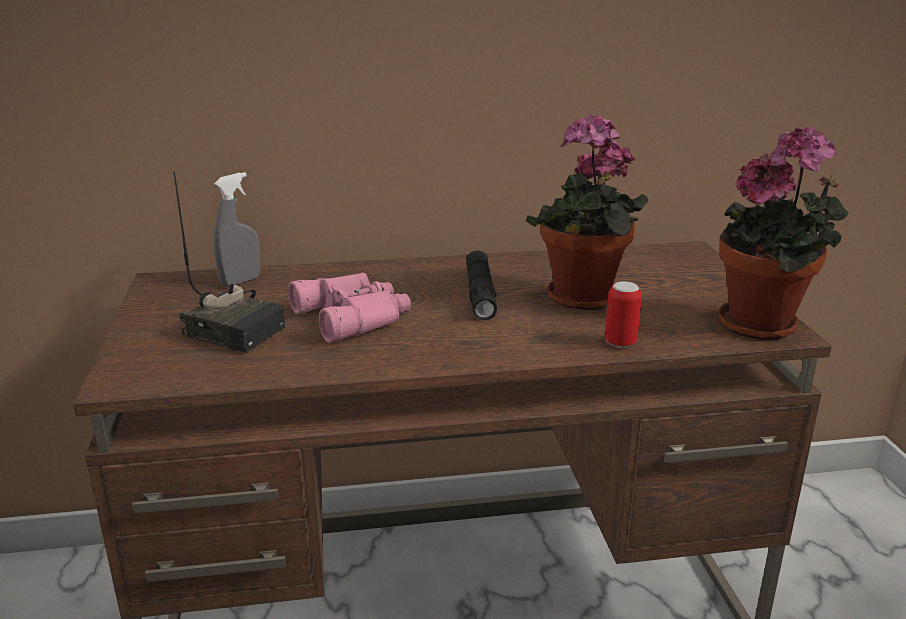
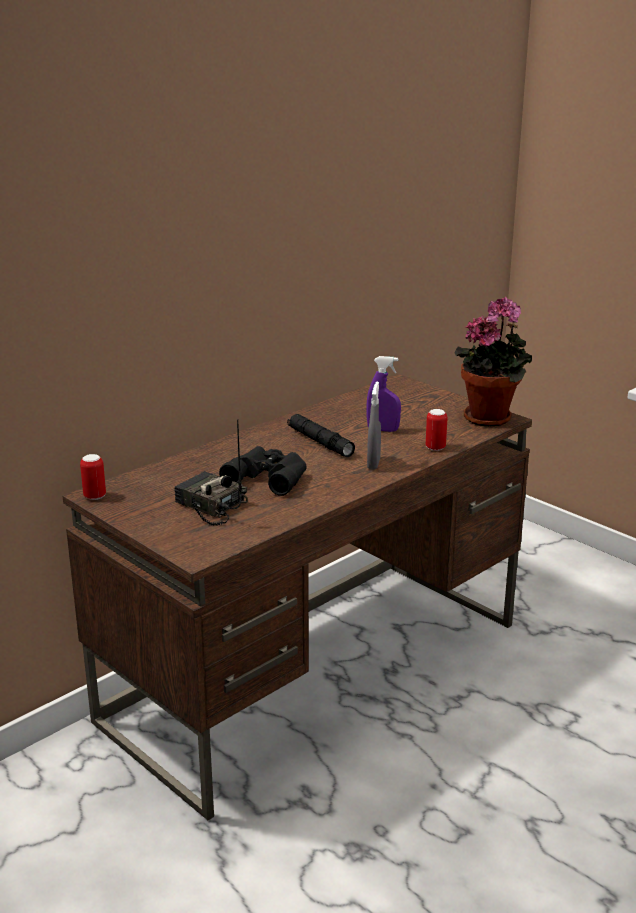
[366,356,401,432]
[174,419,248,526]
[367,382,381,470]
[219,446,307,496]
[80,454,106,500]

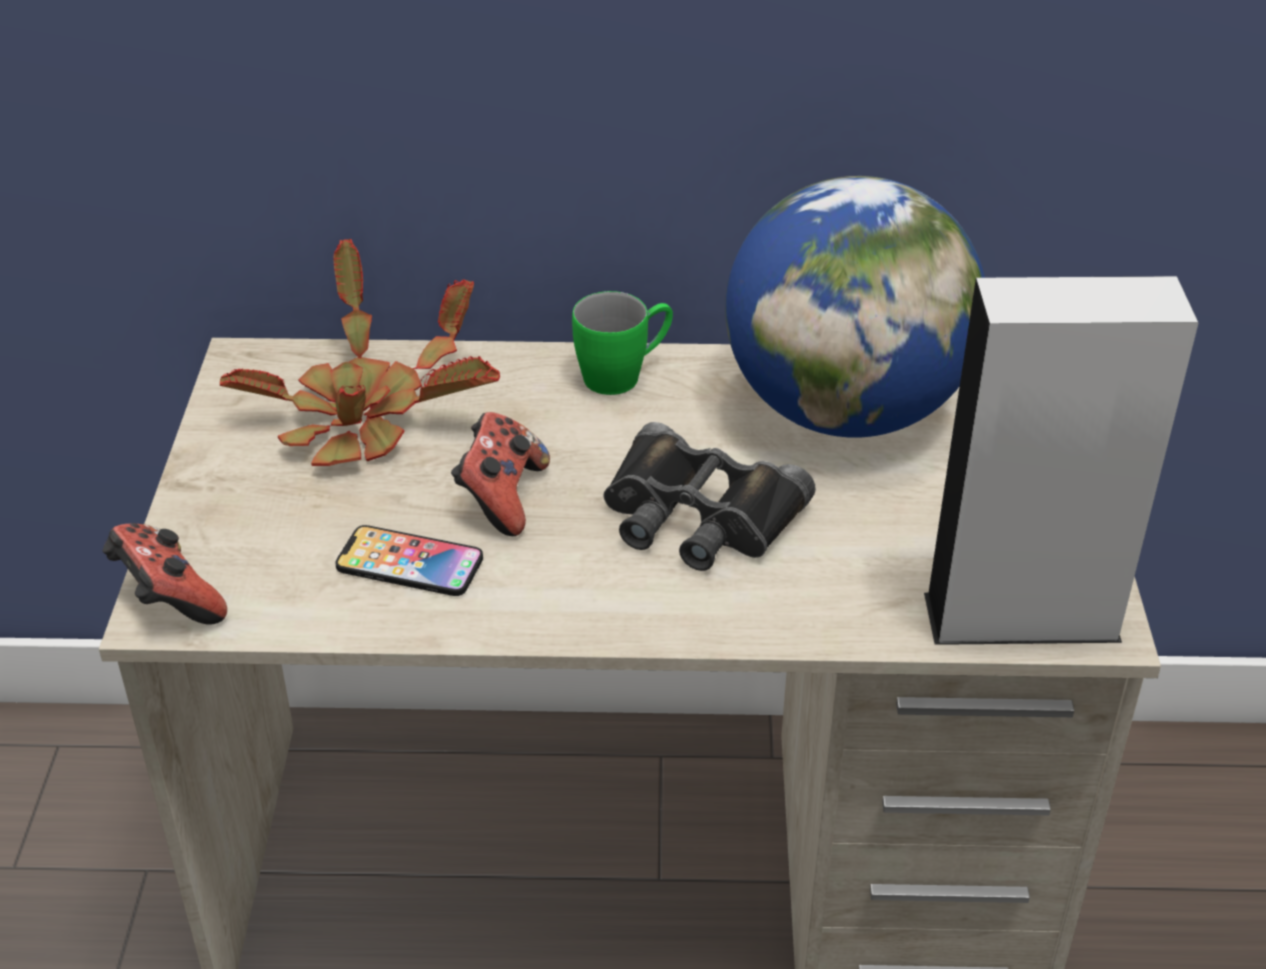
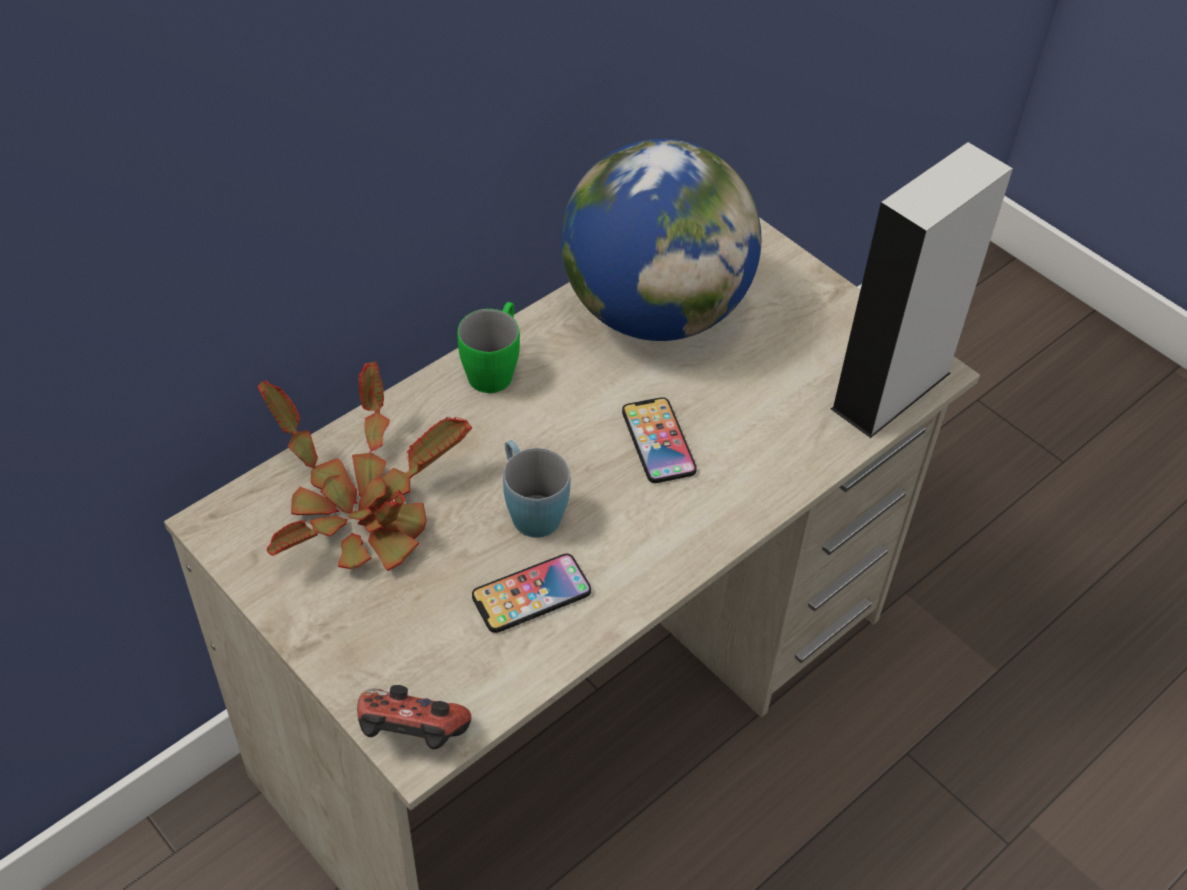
[503,440,571,538]
[622,397,697,483]

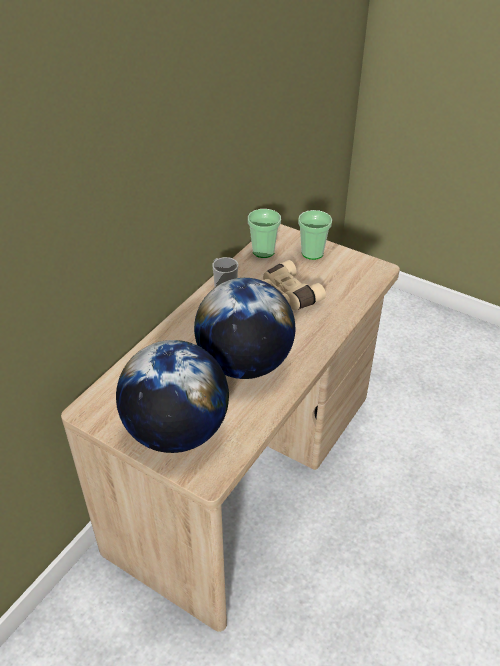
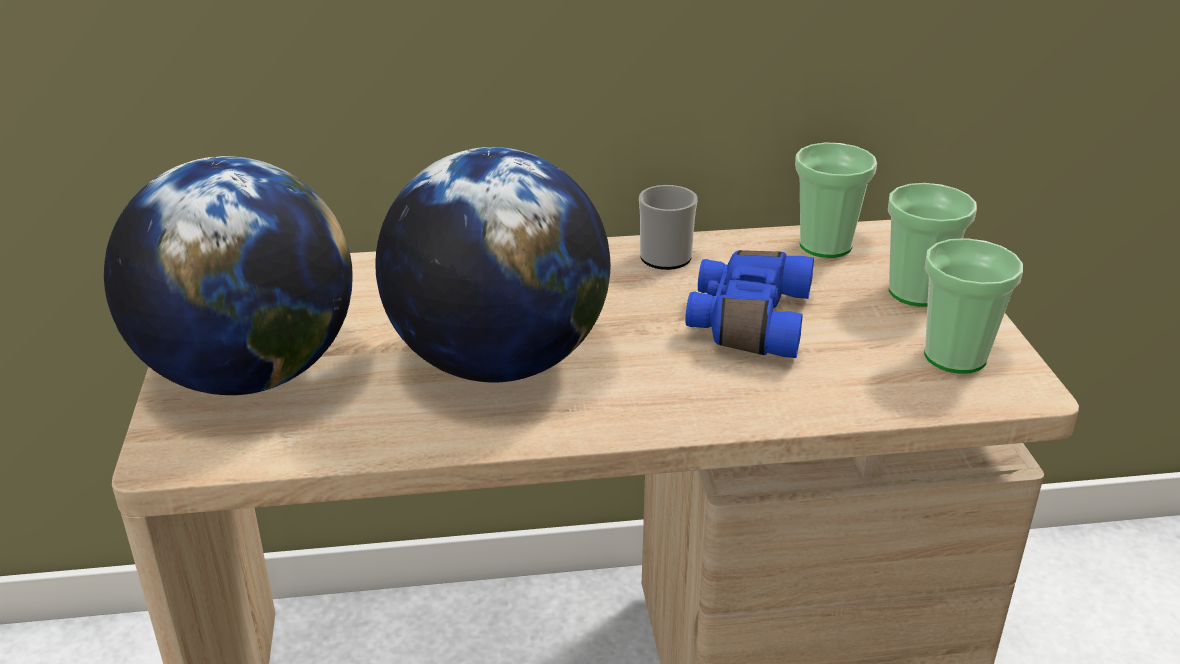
[685,250,814,358]
[924,238,1023,374]

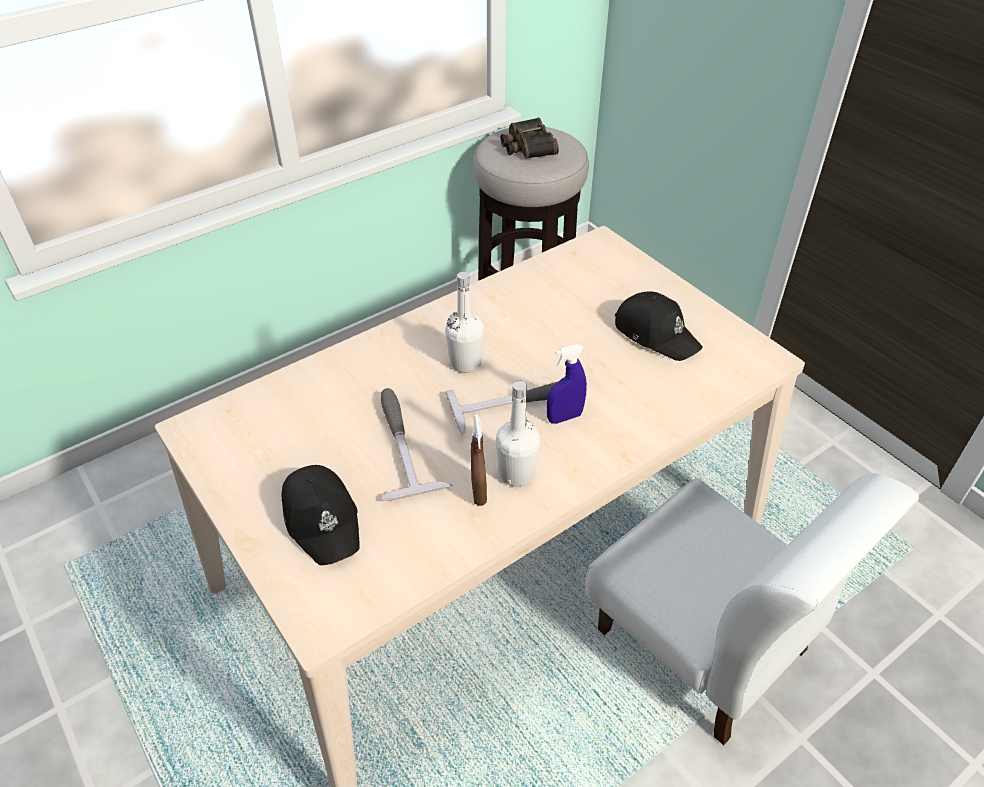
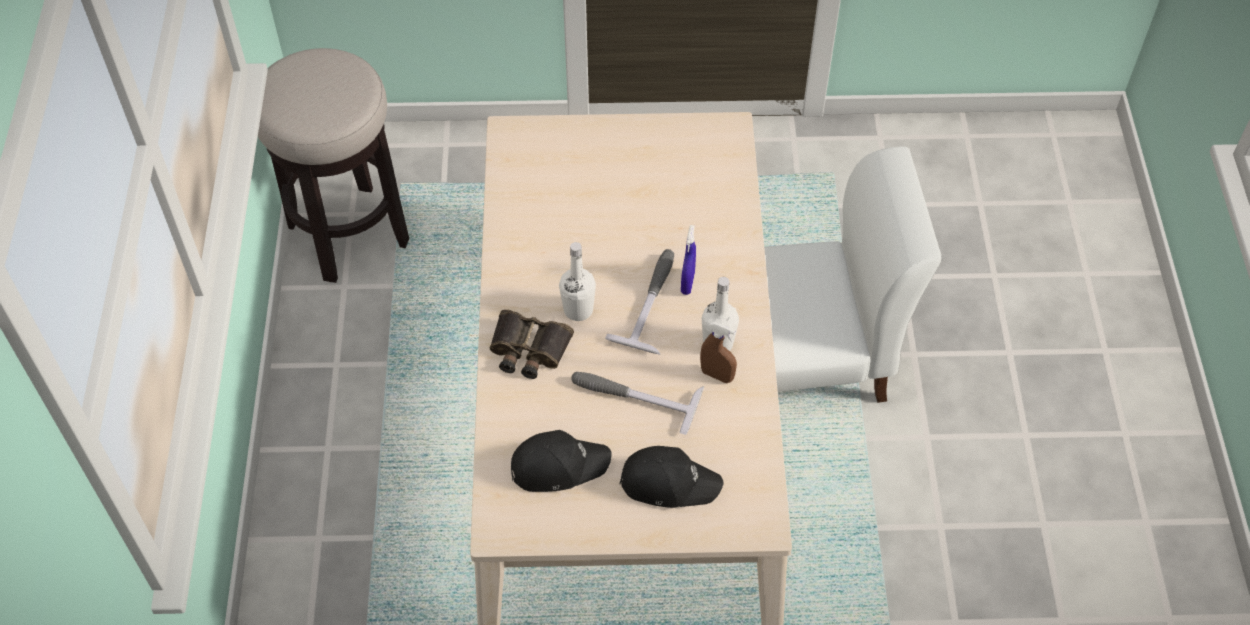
[490,309,574,379]
[511,430,611,492]

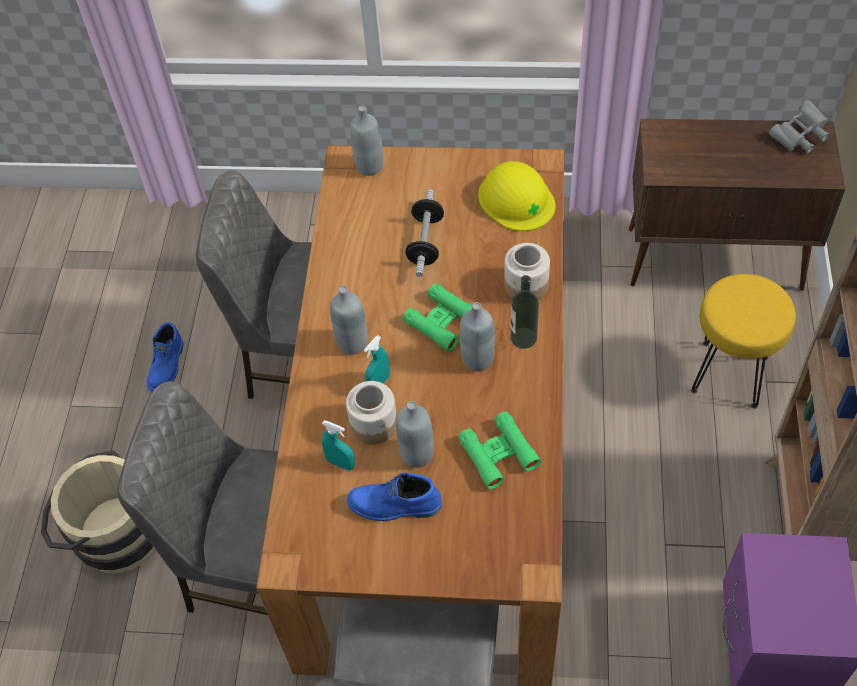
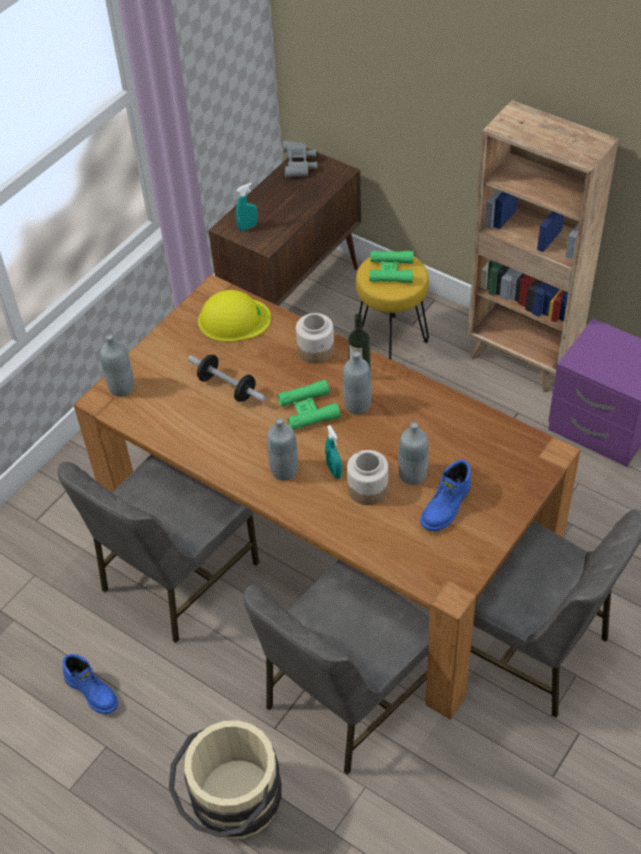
[369,251,413,283]
[236,183,258,231]

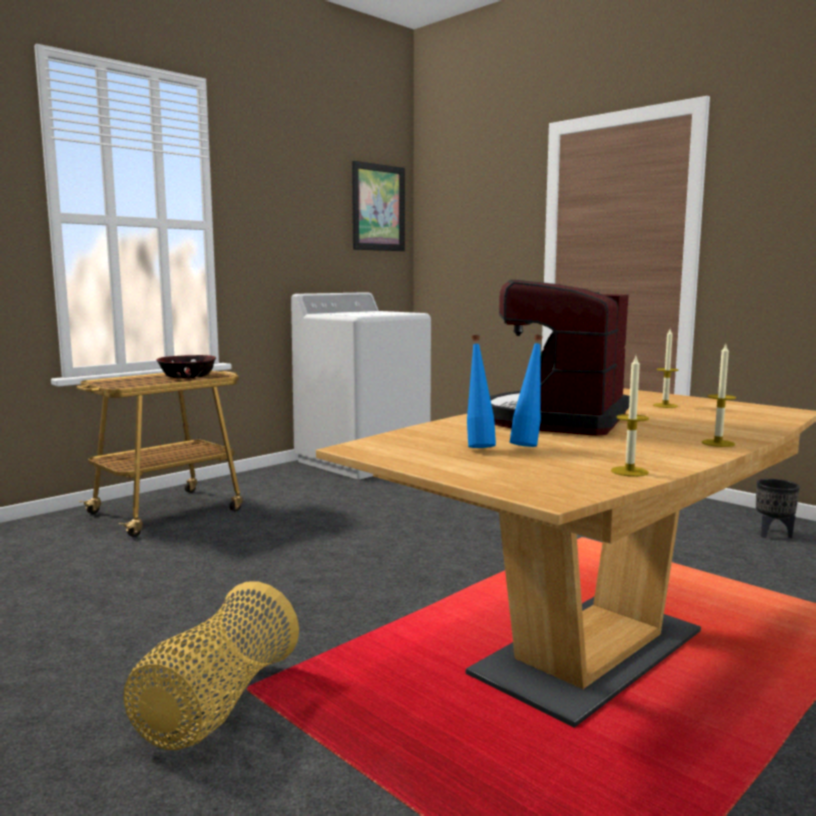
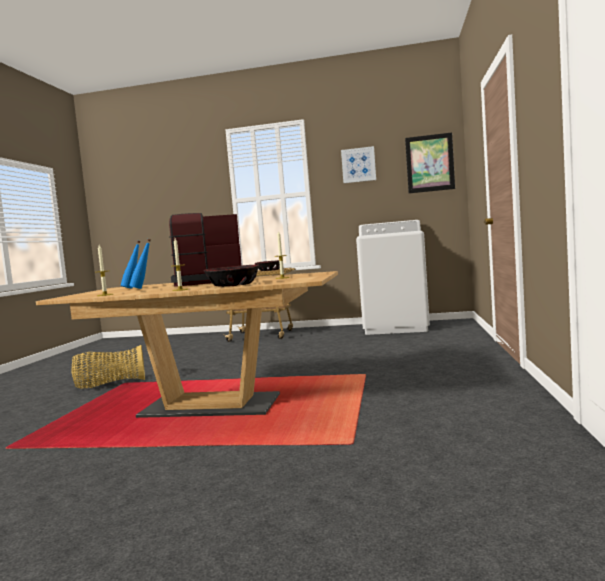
[756,479,800,538] (first image)
[341,146,376,183]
[204,264,259,287]

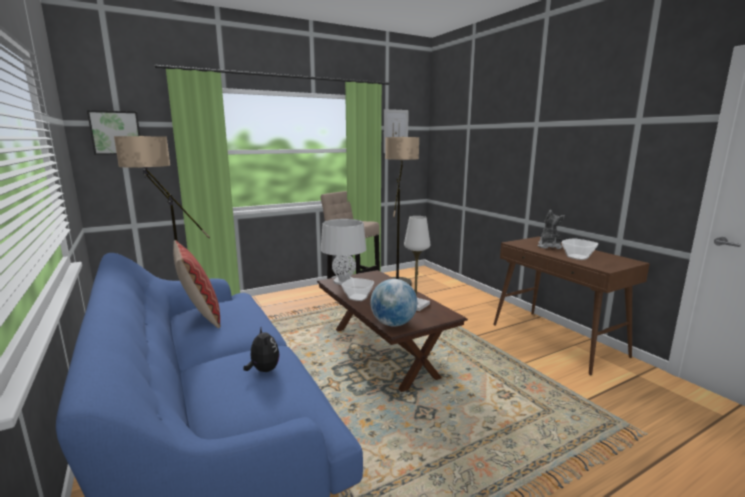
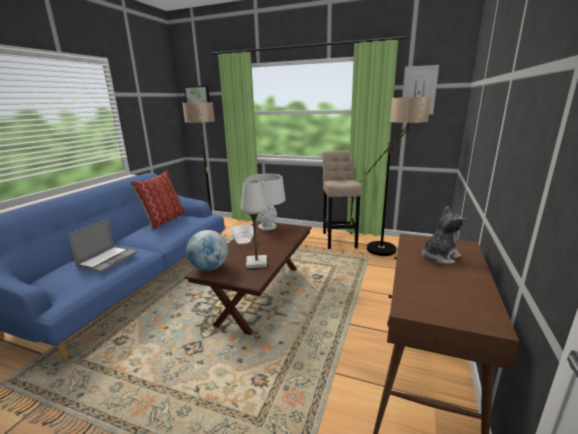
[561,238,598,260] (first image)
[67,218,137,273]

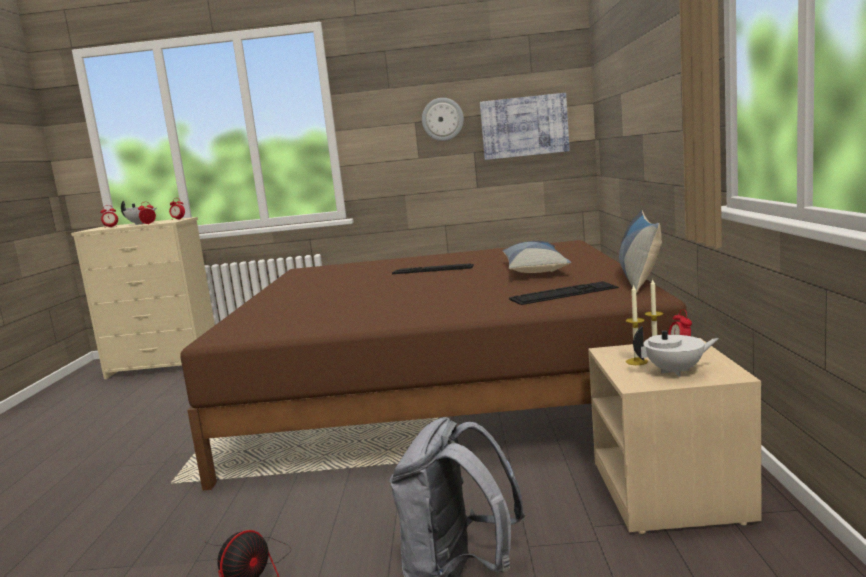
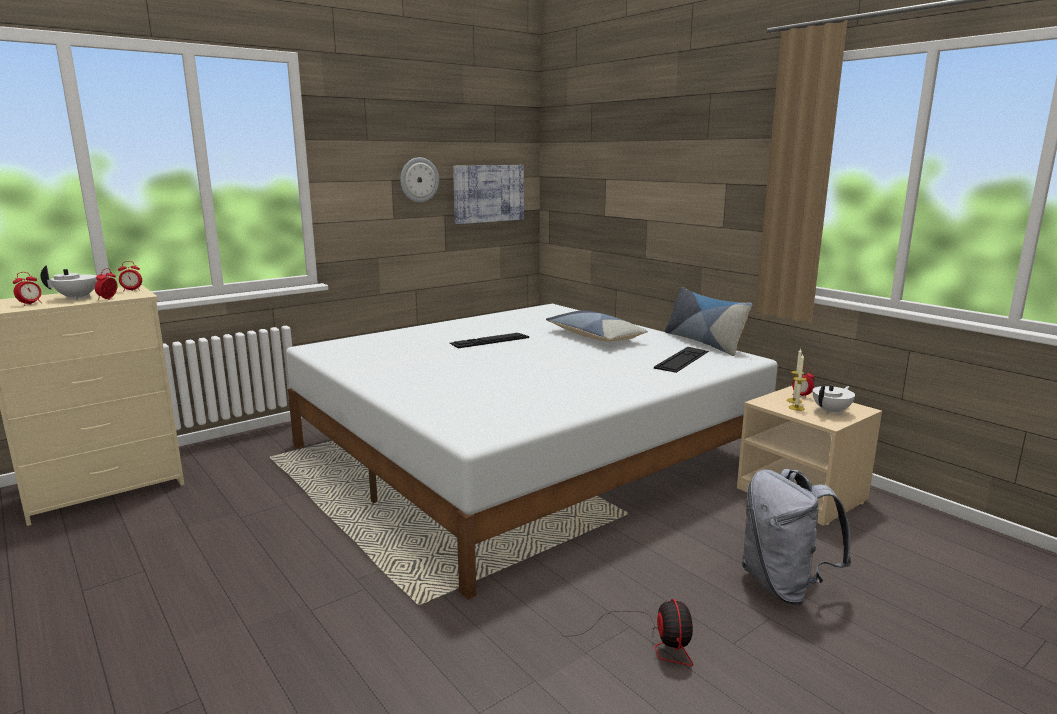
[286,304,778,600]

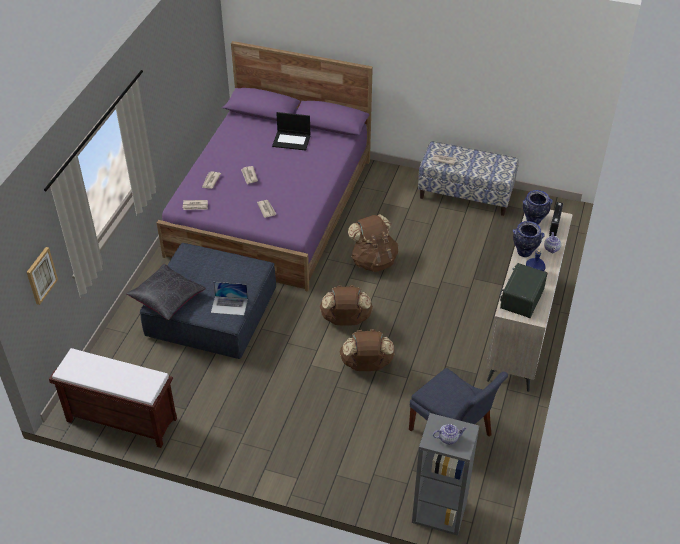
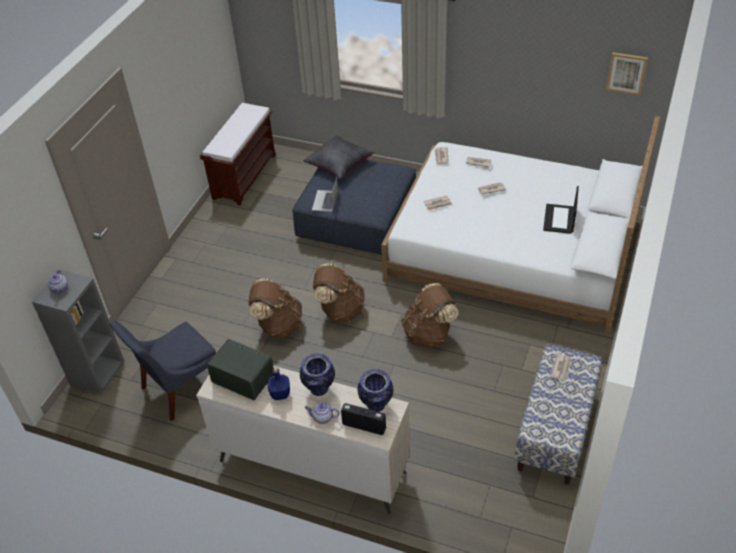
[381,116,660,334]
[606,52,648,95]

